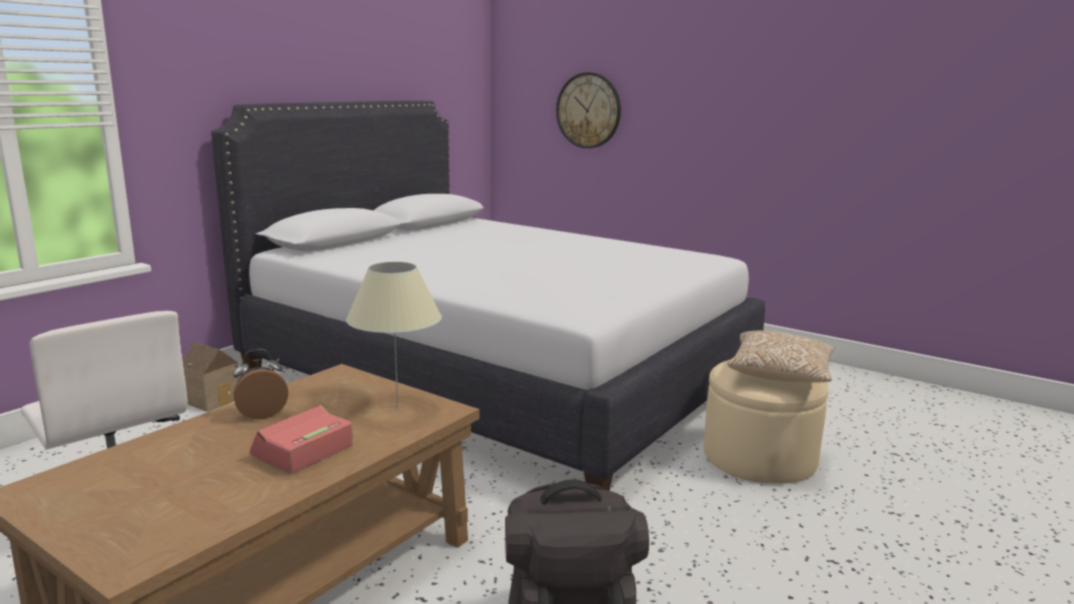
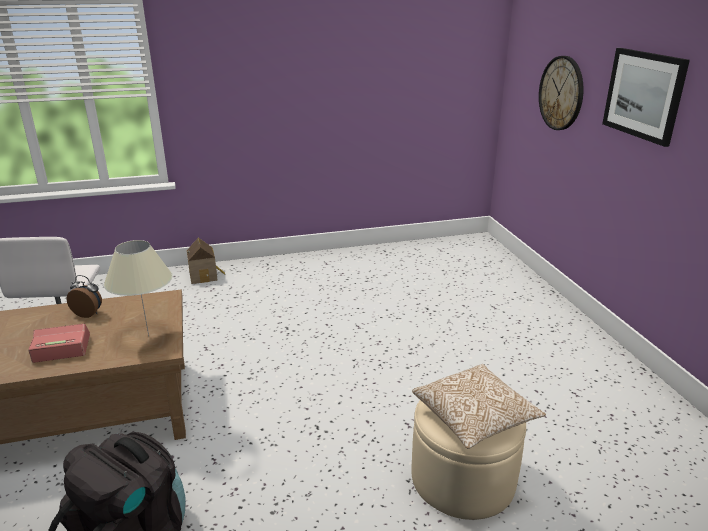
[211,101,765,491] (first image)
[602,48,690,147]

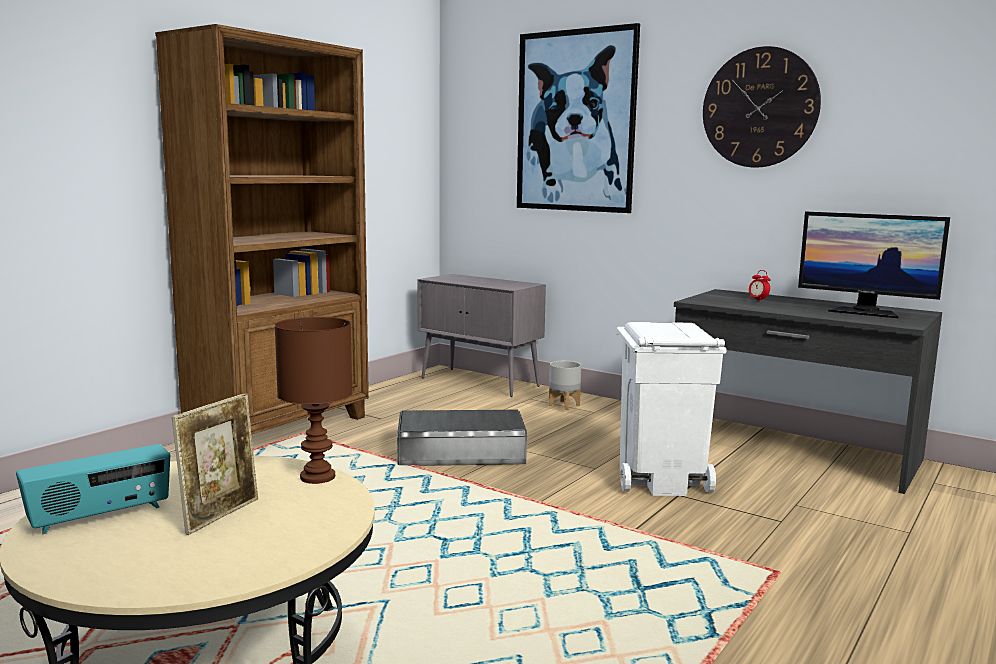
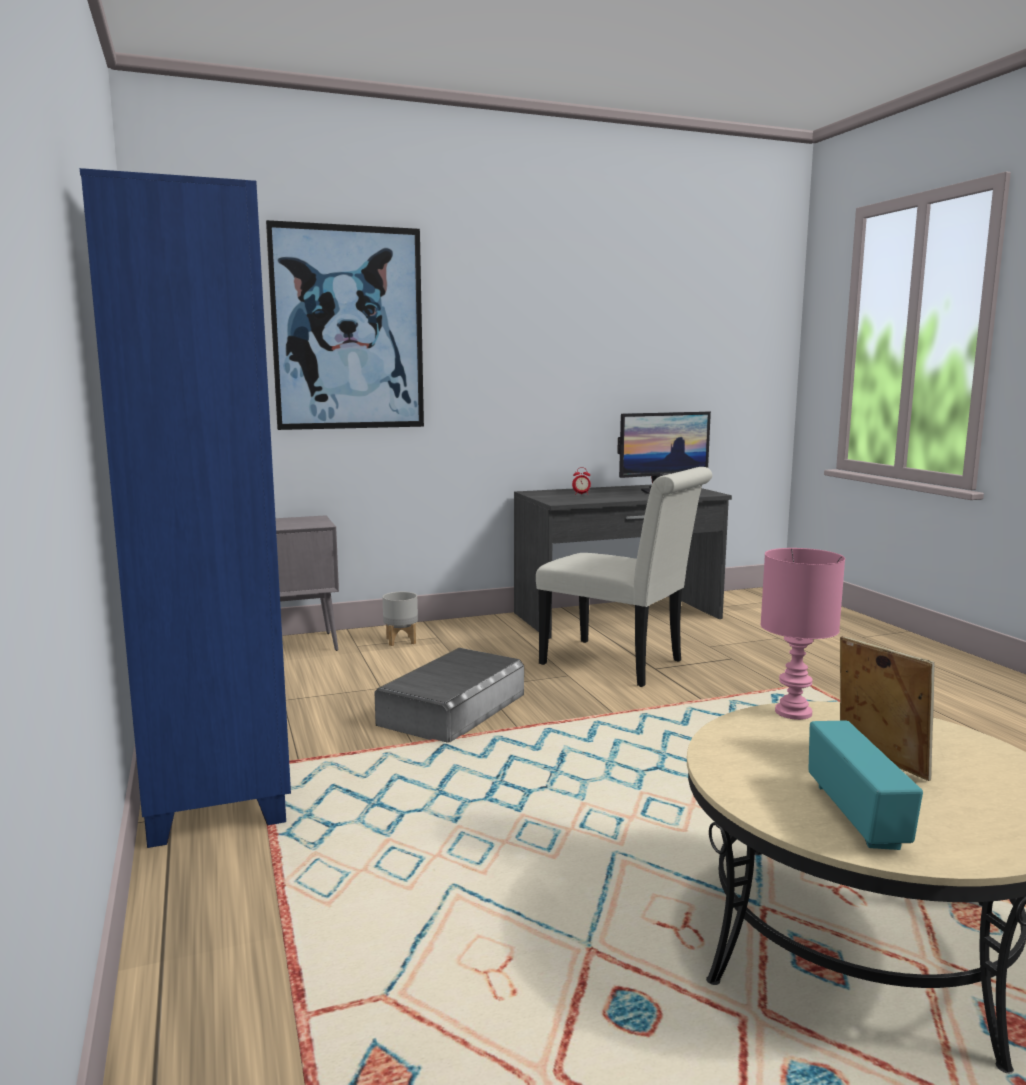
[80,168,291,848]
[703,46,821,167] (first image)
[760,548,845,720]
[536,467,712,687]

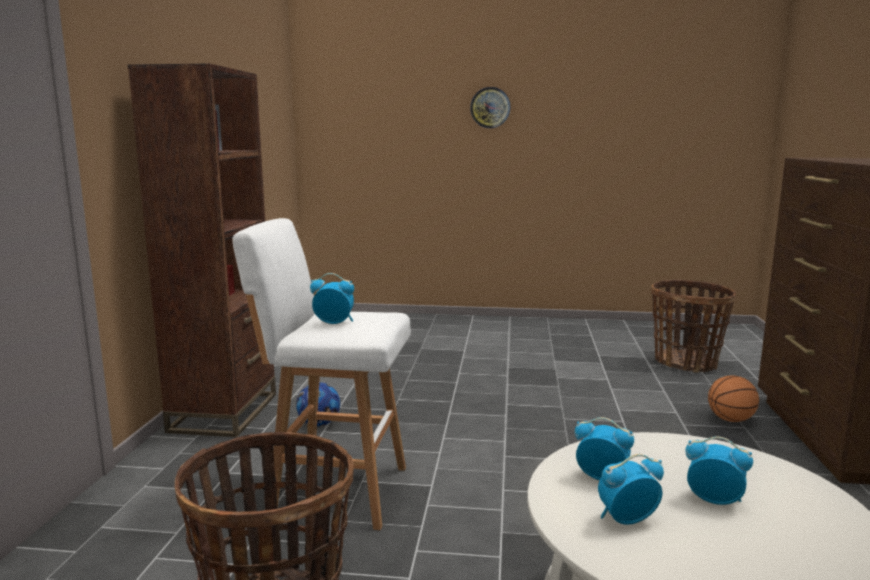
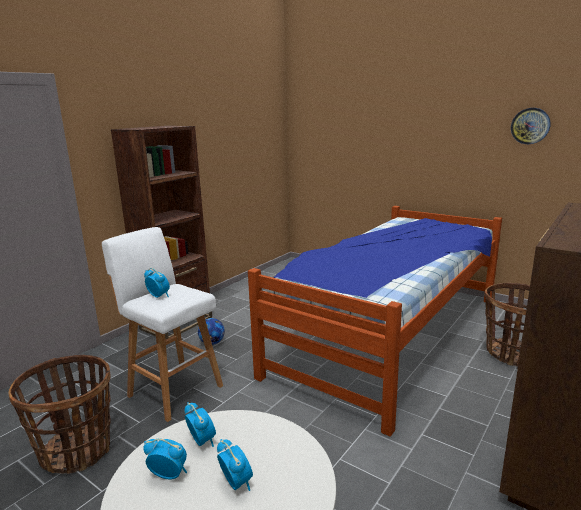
[511,108,551,144]
[708,375,759,422] (first image)
[248,206,502,436]

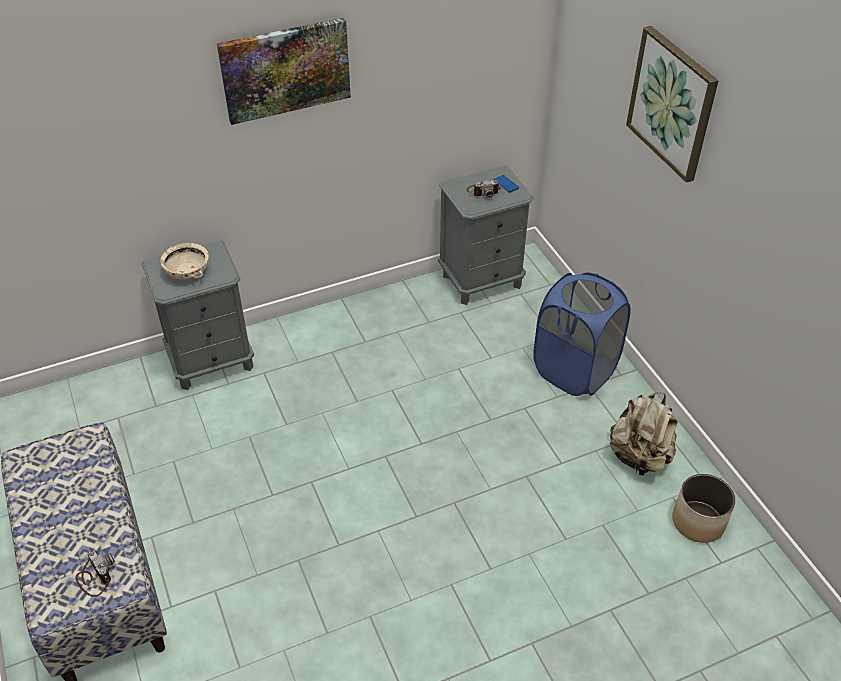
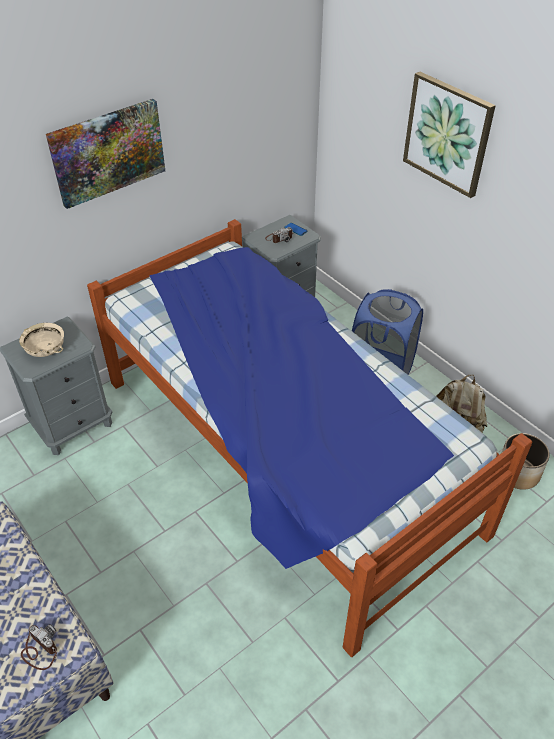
[87,219,532,657]

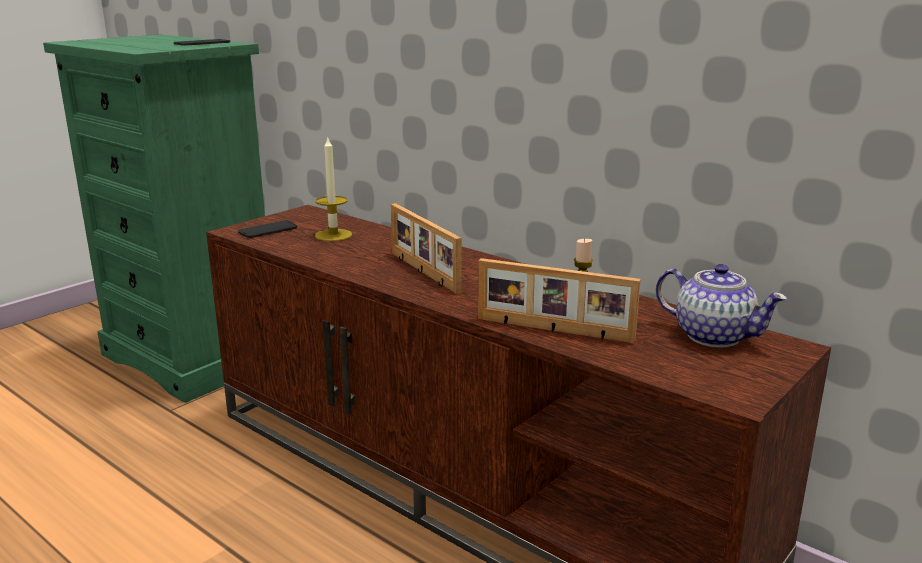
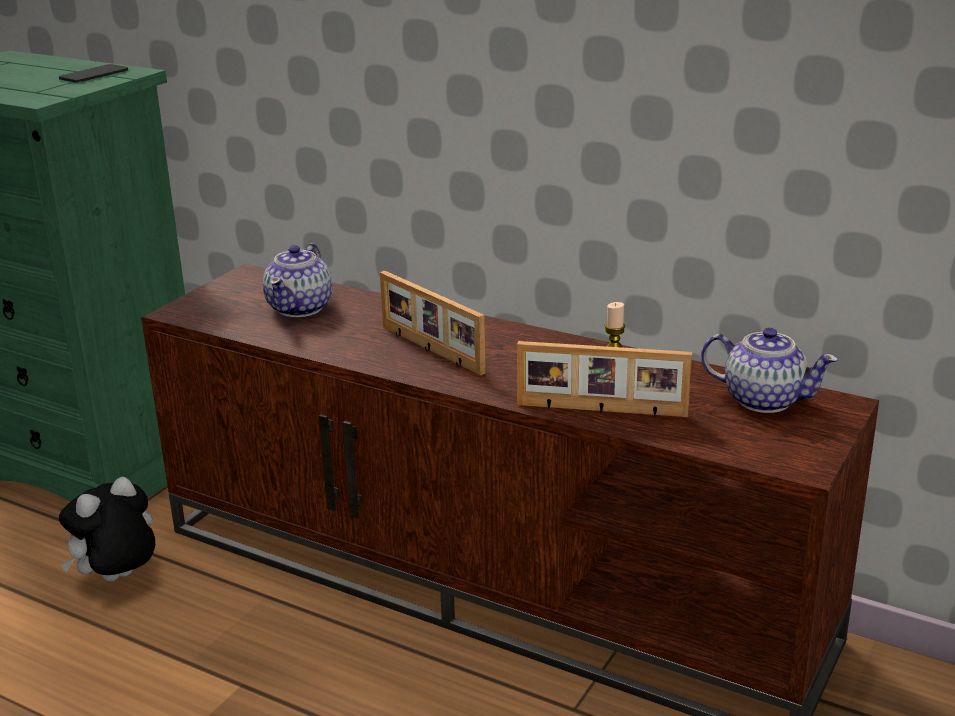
[263,243,332,317]
[238,220,297,238] (first image)
[59,477,155,582]

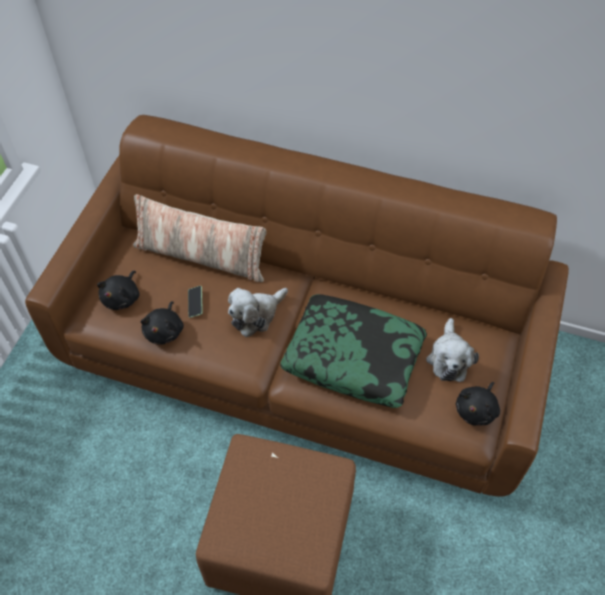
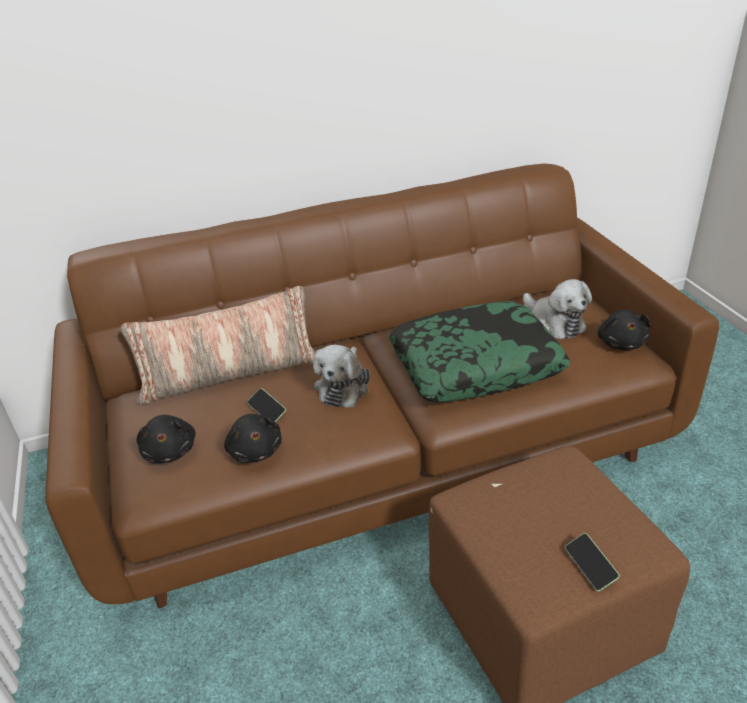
[565,533,620,591]

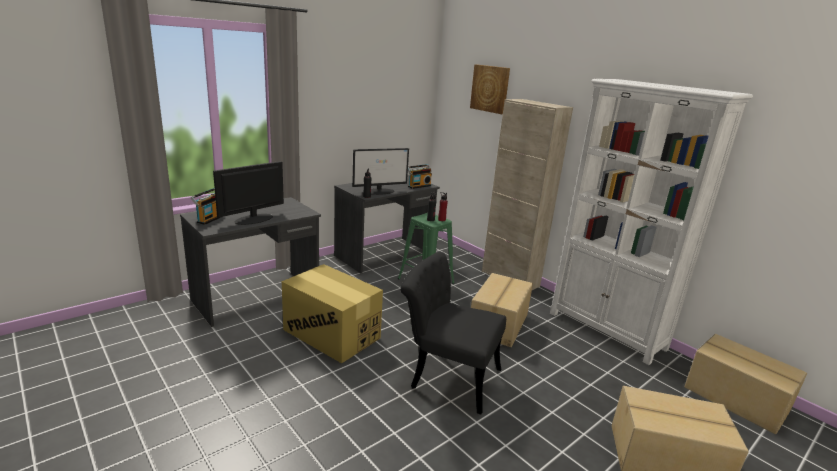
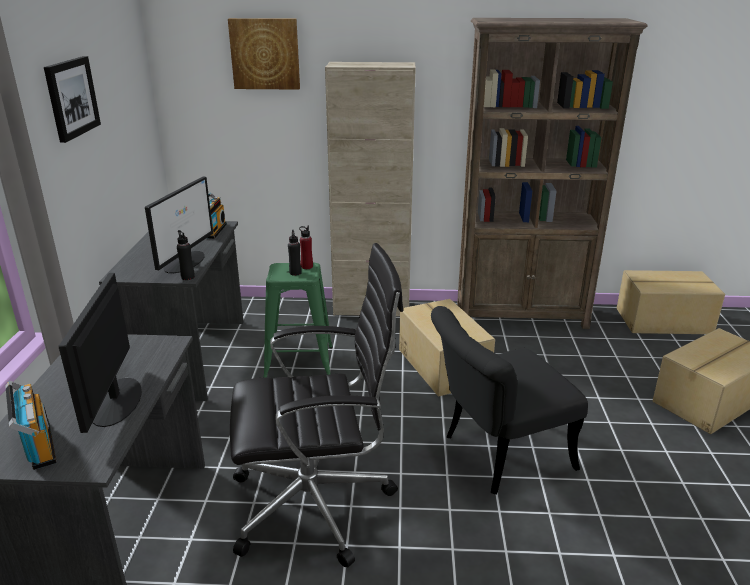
[457,18,647,329]
[230,243,403,568]
[44,56,101,143]

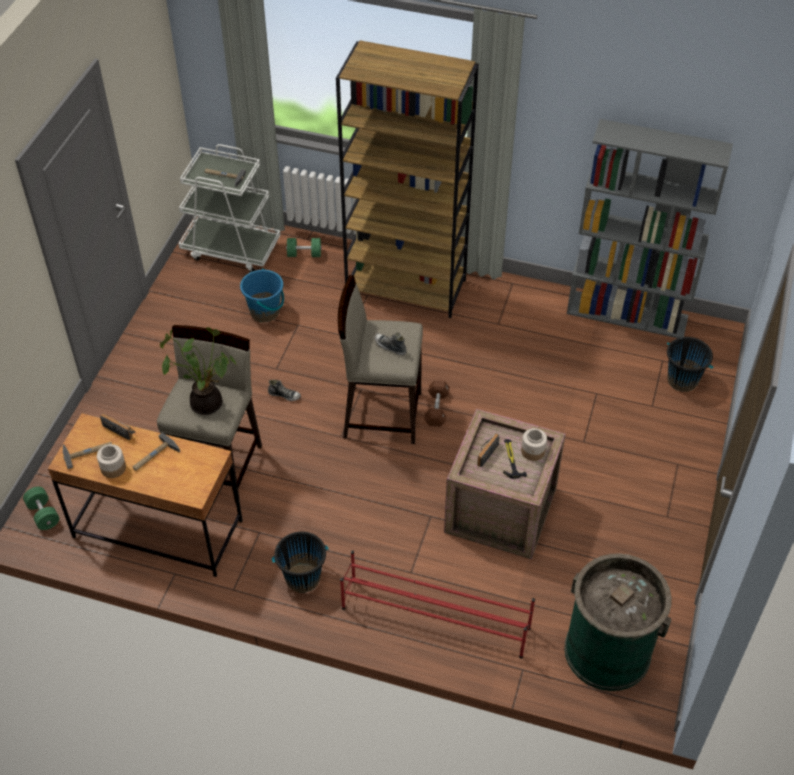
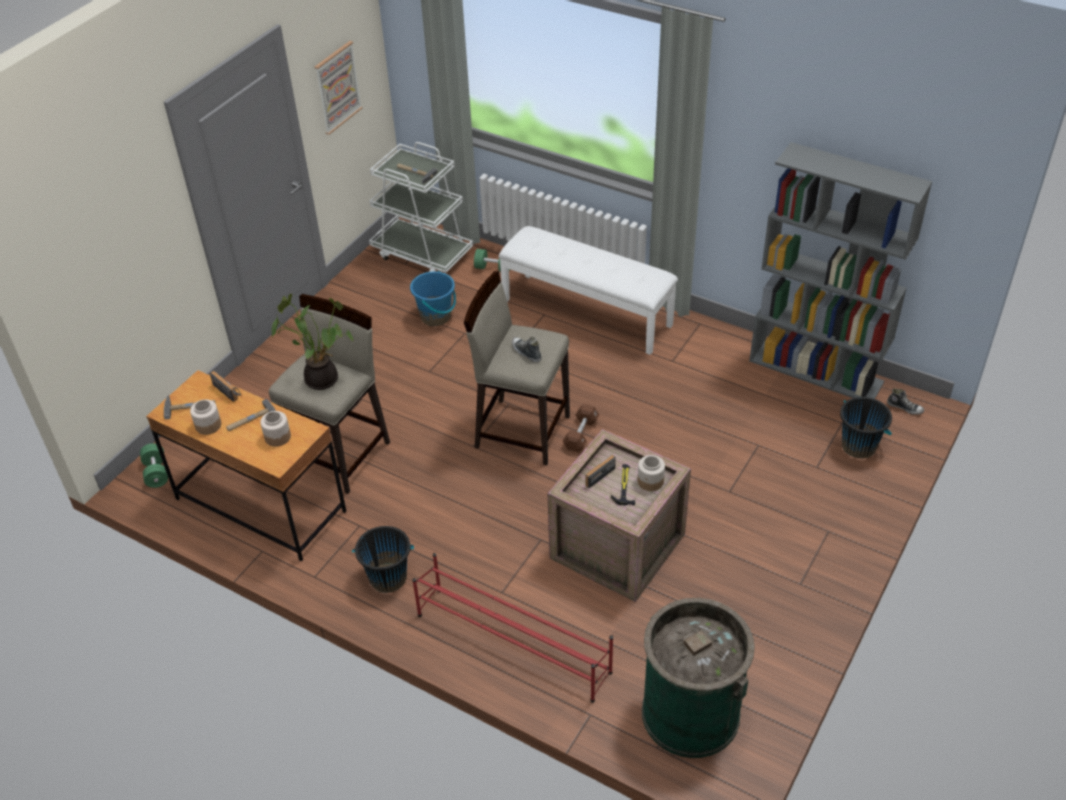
[499,226,678,355]
[887,388,924,415]
[315,41,362,135]
[260,411,291,447]

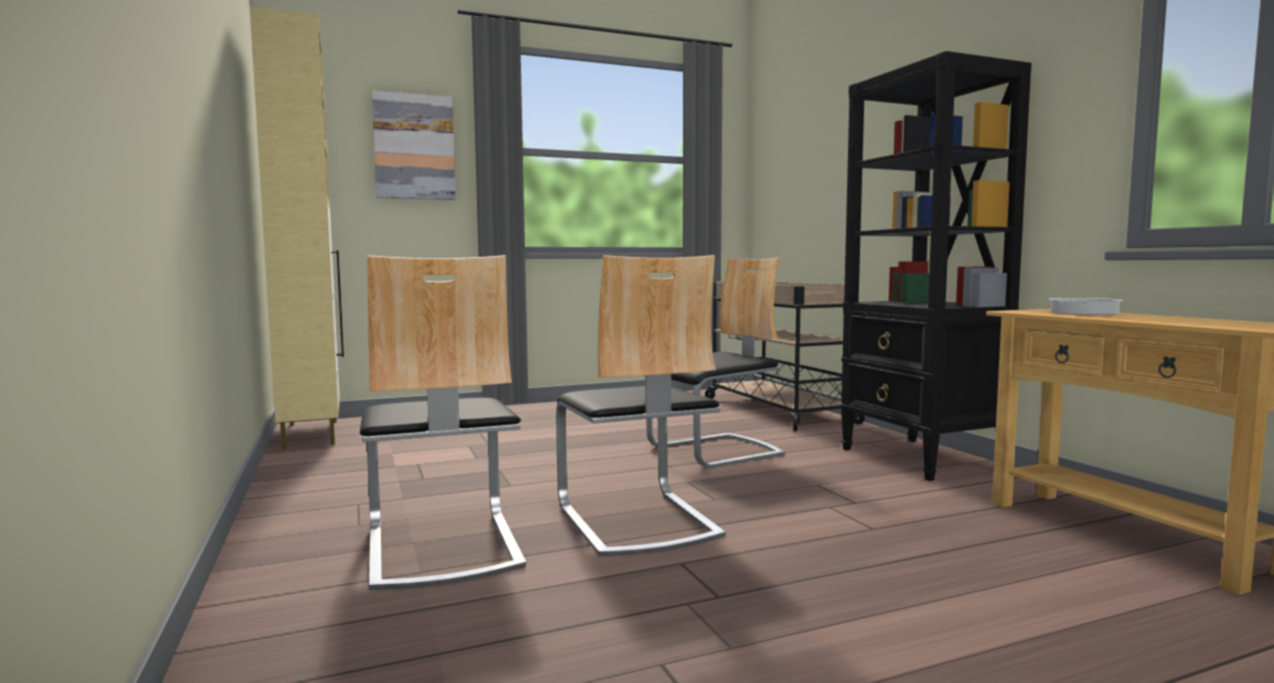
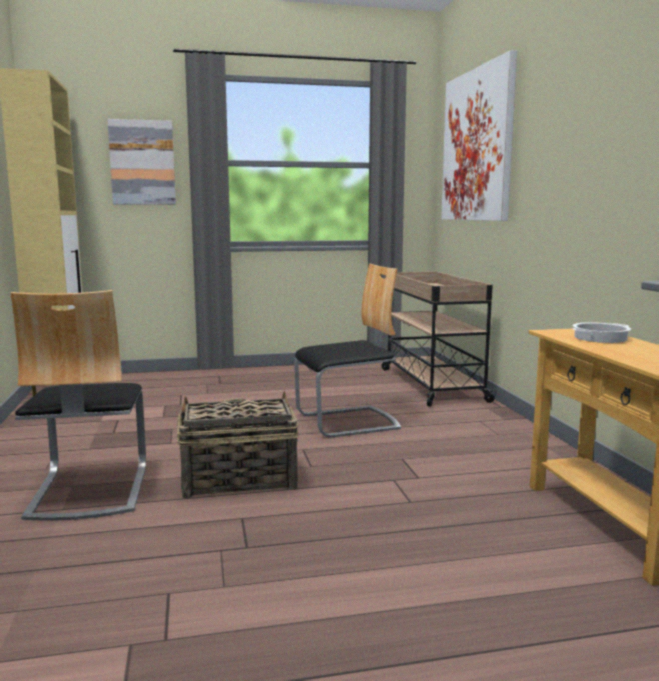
[840,51,1031,481] (first image)
[177,391,298,499]
[441,50,517,221]

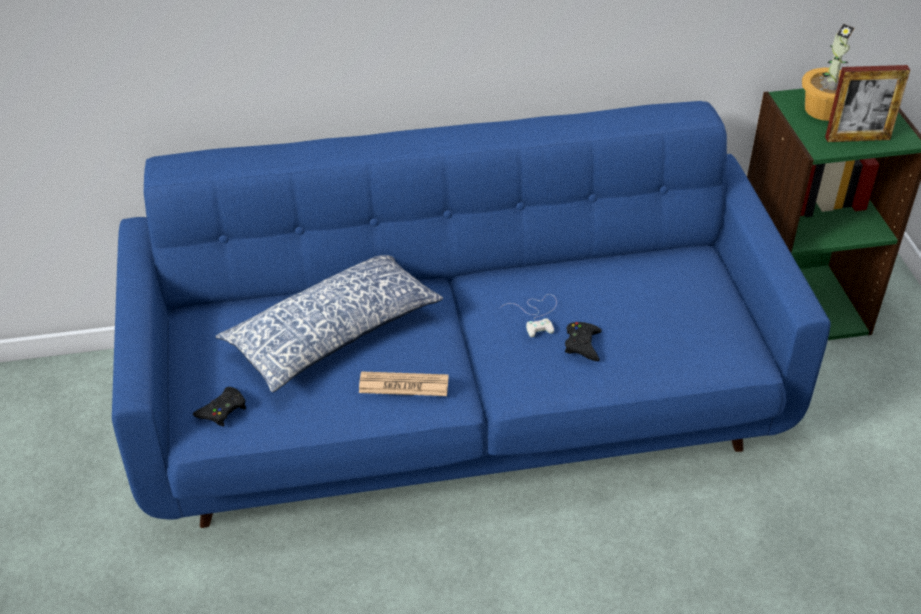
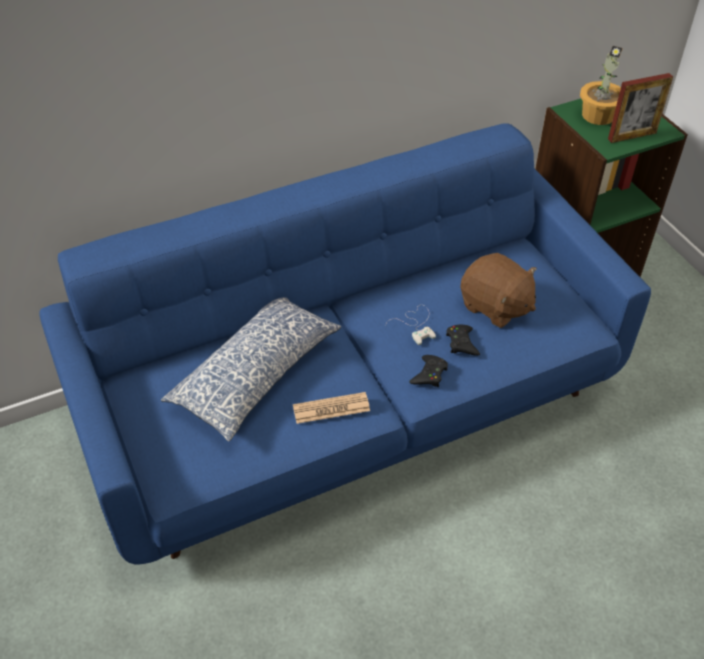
[409,355,448,387]
[460,253,537,328]

